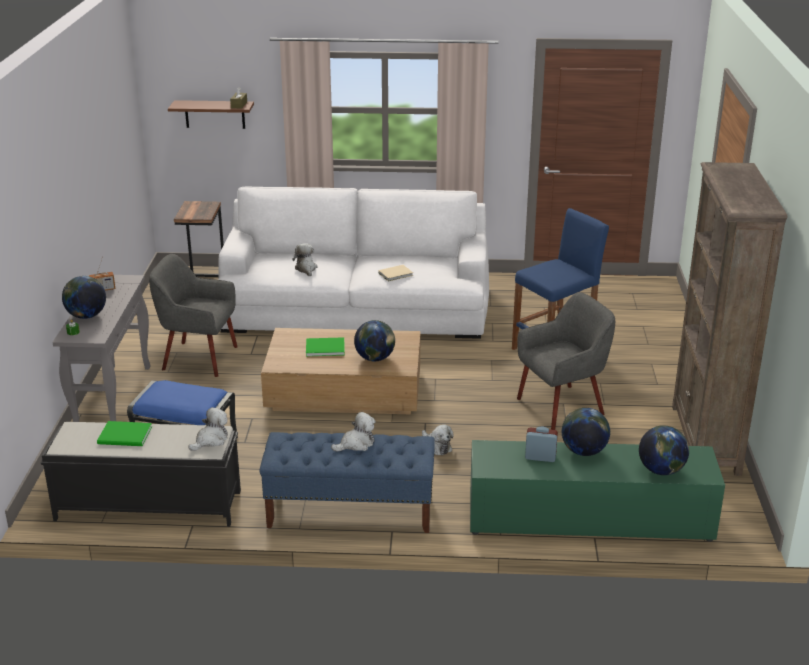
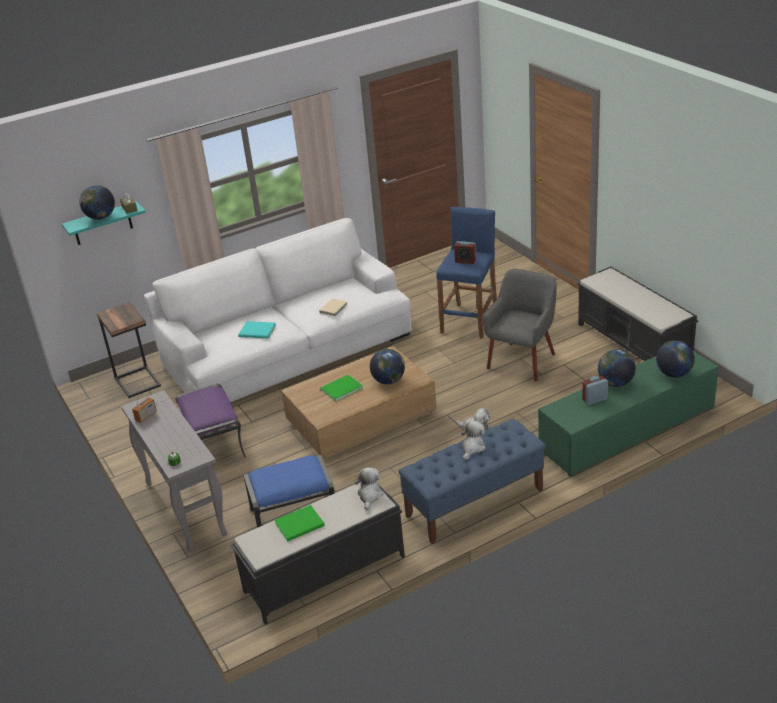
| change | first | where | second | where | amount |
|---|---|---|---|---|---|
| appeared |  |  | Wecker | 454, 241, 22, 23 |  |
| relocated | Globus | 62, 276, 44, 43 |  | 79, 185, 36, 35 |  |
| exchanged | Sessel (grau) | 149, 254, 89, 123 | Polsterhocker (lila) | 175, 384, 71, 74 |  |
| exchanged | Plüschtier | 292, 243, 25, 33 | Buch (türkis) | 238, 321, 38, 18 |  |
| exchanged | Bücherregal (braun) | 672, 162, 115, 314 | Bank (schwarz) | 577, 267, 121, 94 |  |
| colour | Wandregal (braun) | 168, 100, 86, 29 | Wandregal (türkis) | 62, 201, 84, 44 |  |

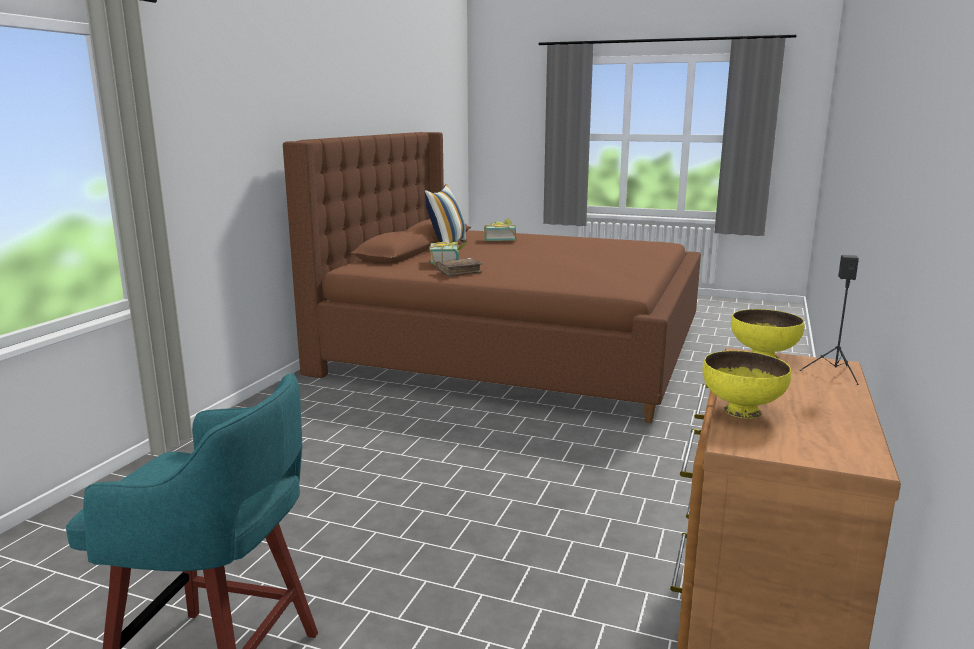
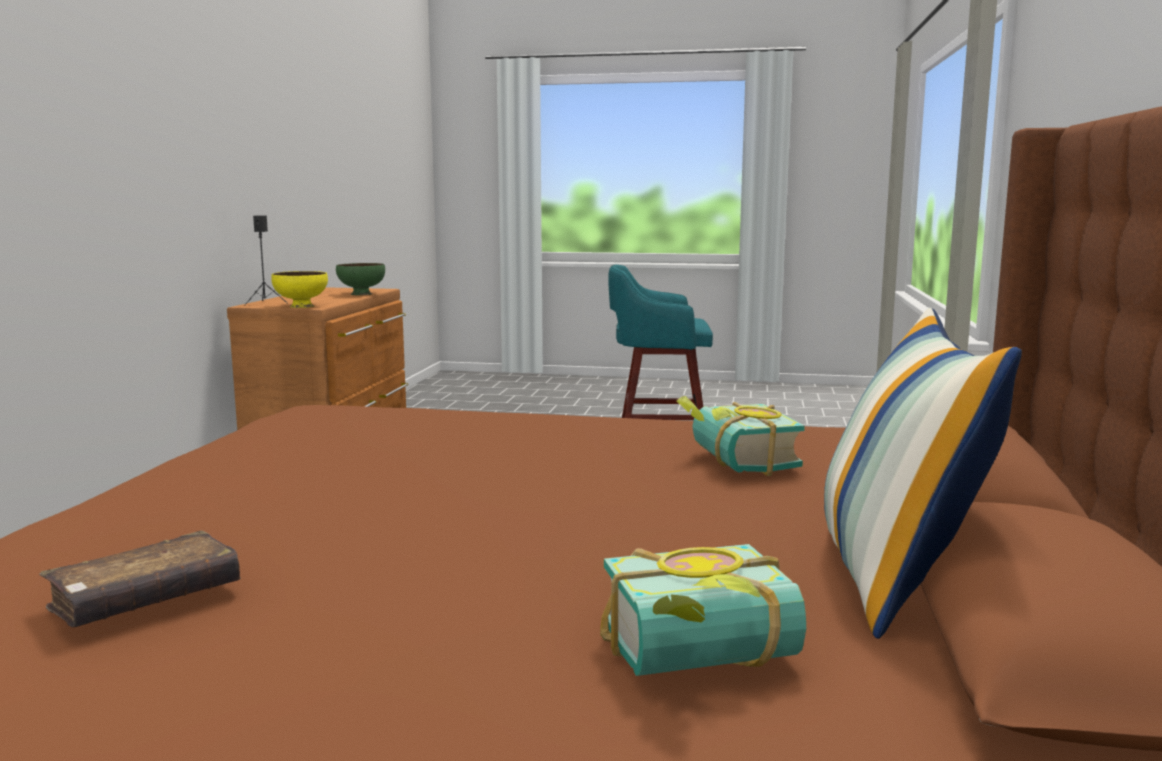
| change | first | where | second | where | amount |
|---|---|---|---|---|---|
| relocated | Buch (braun) | 436, 258, 46, 19 |  | 40, 531, 200, 96 |  |
| colour | Schüssel (gelb) | 703, 351, 88, 68 | Schüssel (grün) | 336, 263, 49, 32 |  |

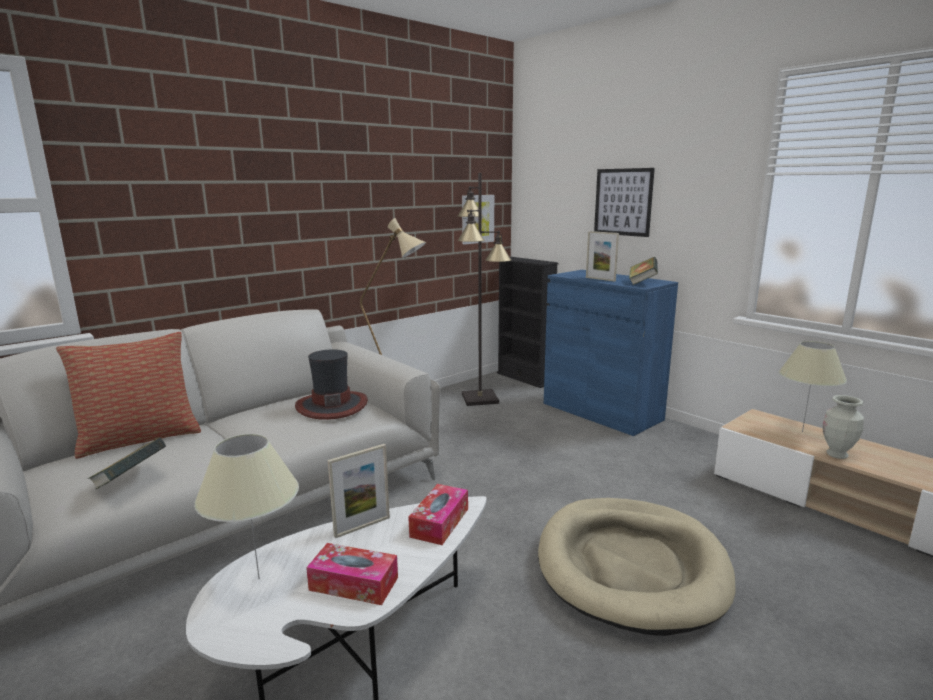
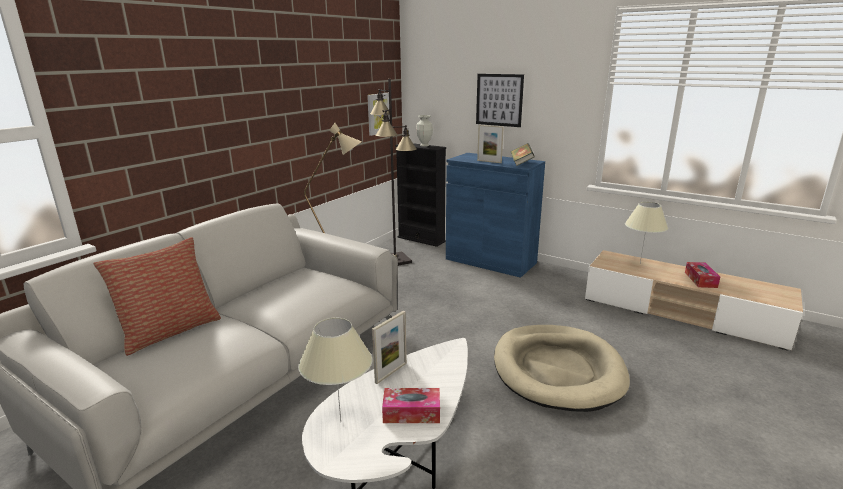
| change | first | where | second | where | amount |
|---|---|---|---|---|---|
| missing | Buch | 87, 438, 79, 51 |  |  |  |
| missing | Hut | 295, 349, 73, 71 |  |  |  |
| relocated | Taschentuchbox | 408, 484, 60, 61 |  | 685, 262, 35, 26 |  |
| relocated | Vase | 823, 395, 41, 64 |  | 416, 115, 17, 32 |  |

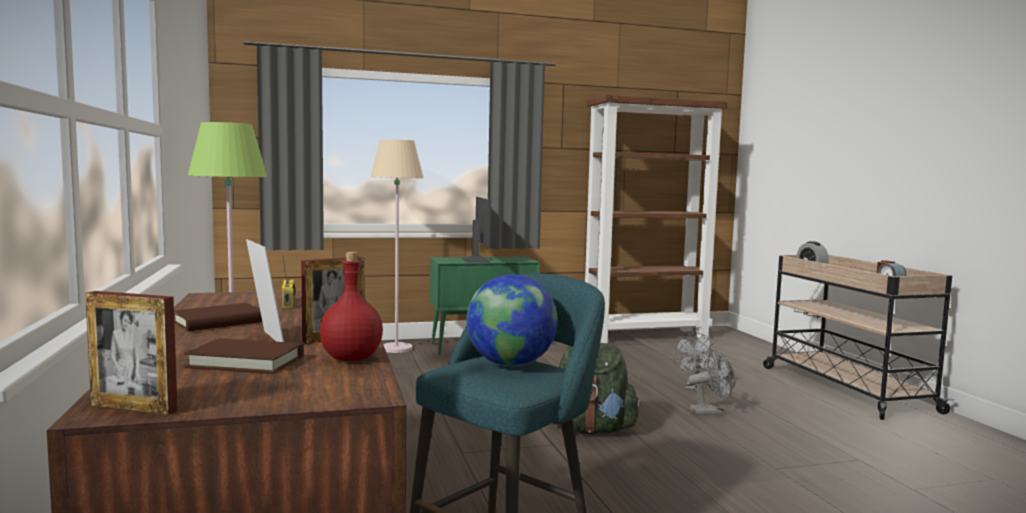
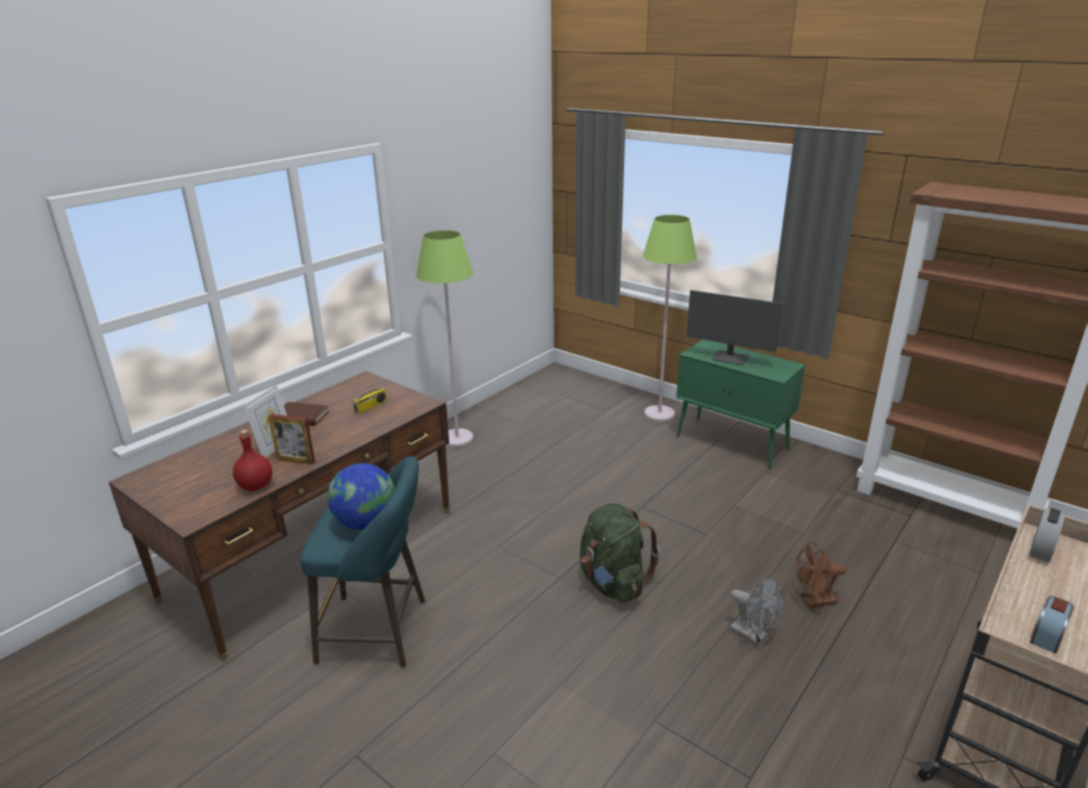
| change | first | where | second | where | amount |
|---|---|---|---|---|---|
| missing | Bilderrahmen | 85, 291, 93, 124 |  |  |  |
| missing | Buch (braun) | 184, 338, 120, 36 |  |  |  |
| colour | Stehlampe (beige) | 371, 139, 52, 214 | Stehlampe (grün) | 643, 215, 54, 207 |  |
| colour | Ventilator (grau) | 673, 333, 45, 57 | Ventilator (braun) | 795, 542, 51, 66 |  |
| spun | Monitor | 462, 197, 29, 65 |  | 687, 290, 96, 76 | 75 degrees clockwise |

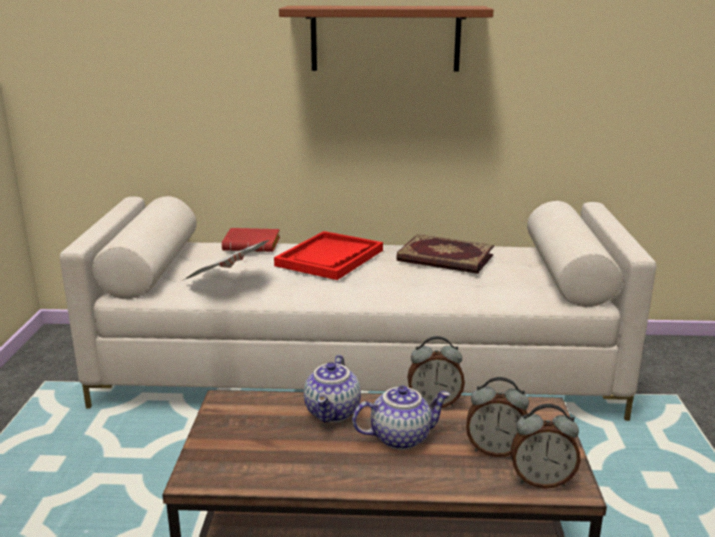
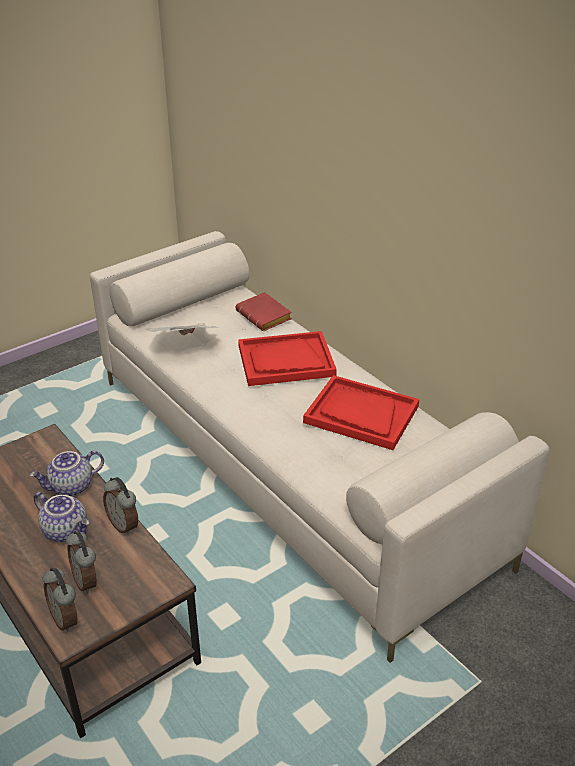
| change | first | where | second | where | amount |
|---|---|---|---|---|---|
| missing | Wandregal (braun) | 279, 6, 215, 65 |  |  |  |
| exchanged | Buch | 396, 234, 98, 40 | Tablett (rot) | 303, 375, 116, 75 |  |

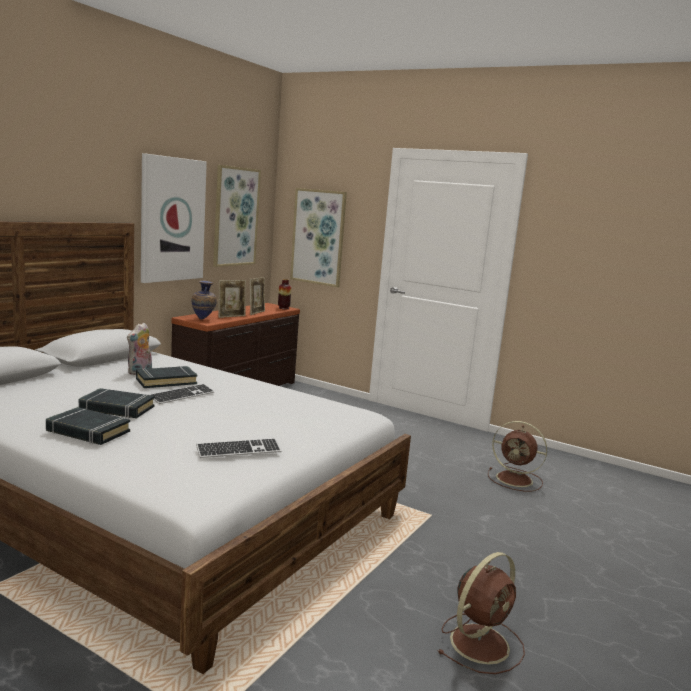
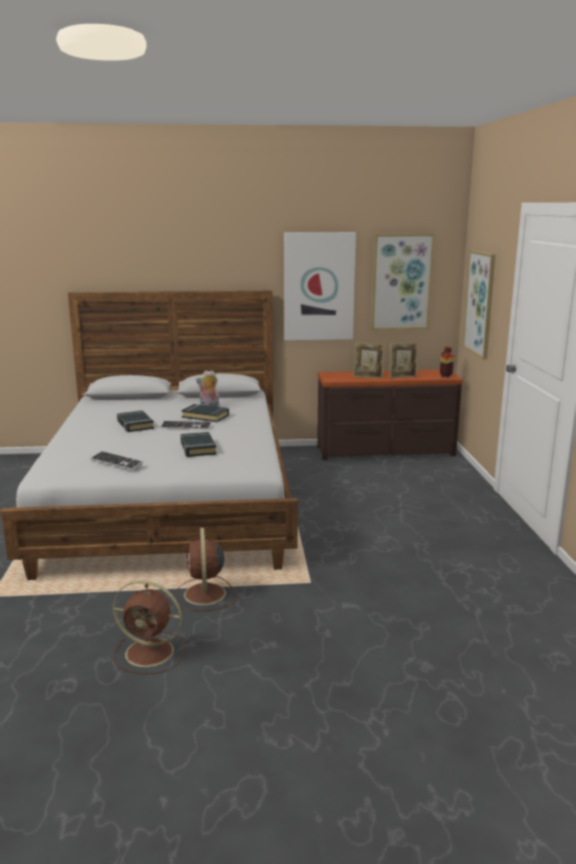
| change | first | where | second | where | amount |
|---|---|---|---|---|---|
| missing | Vase | 192, 281, 25, 38 |  |  |  |
| relocated | Buch (schwarz) | 46, 407, 84, 38 |  | 180, 432, 36, 25 |  |
| relocated | Ventilator (braun) | 488, 421, 59, 71 |  | 175, 528, 61, 83 |  |

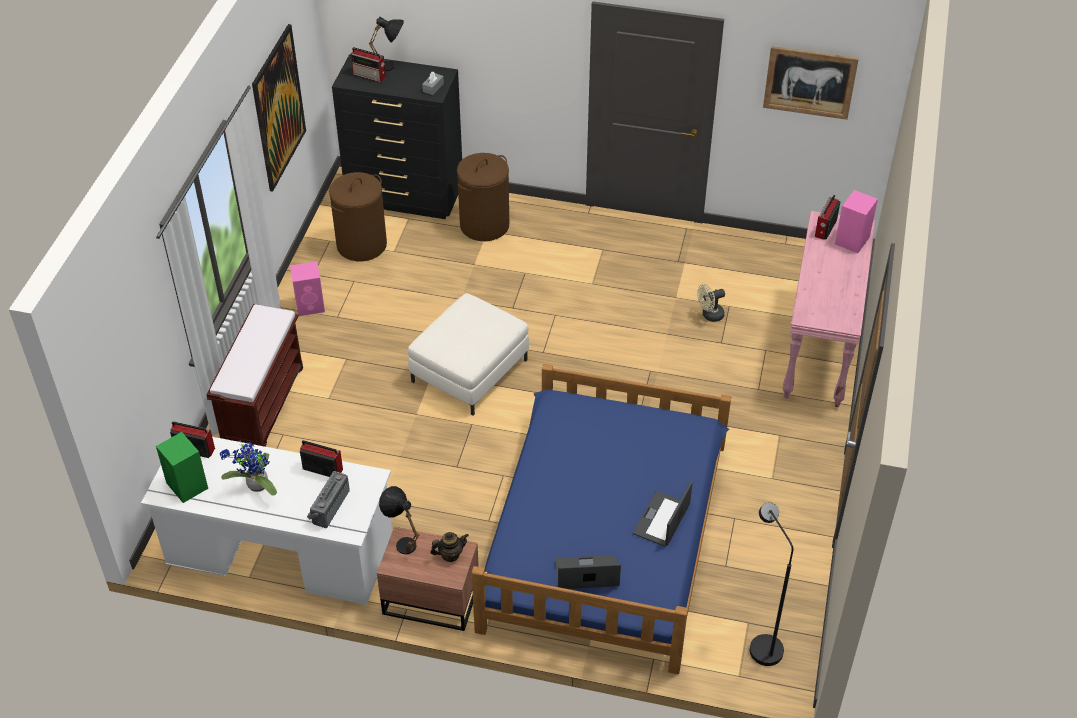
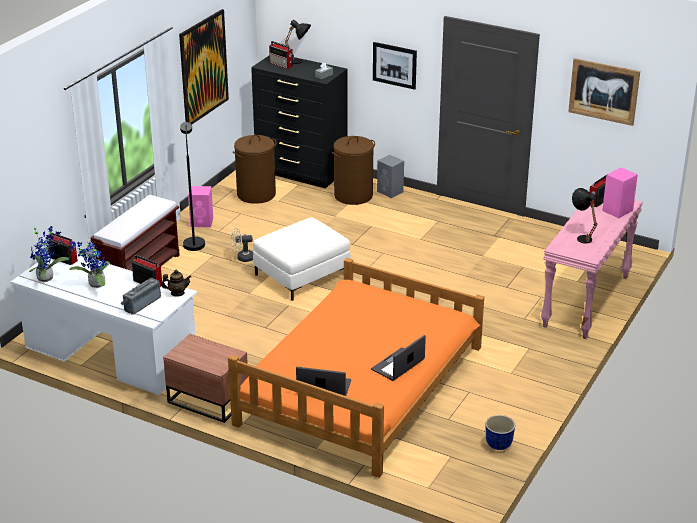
| change | first | where | second | where | amount |
|---|---|---|---|---|---|
| appeared |  |  | Bild | 373, 42, 44, 48 |  |
| appeared |  |  | Lautsprecher (grau) | 377, 155, 27, 43 |  |
| appeared |  |  | Pflanzkübel | 485, 415, 30, 35 |  |
| relocated | Tischlampe (schwarz) | 379, 486, 40, 68 |  | 572, 188, 26, 56 |  |
| relocated | Teekanne | 430, 532, 39, 30 |  | 161, 270, 30, 27 |  |
| relocated | Ventilator (beige) | 697, 284, 28, 38 |  | 231, 228, 22, 34 |  |
| relocated | Stehlampe (schwarz) | 750, 503, 43, 163 |  | 180, 122, 25, 129 |  |
| exchanged | Lautsprecher (grün) | 156, 432, 52, 71 | Topfpflanze | 29, 226, 40, 56 |  |
| colour | Bett (blau) | 472, 364, 259, 310 | Bett (orange) | 228, 258, 256, 220 |  |

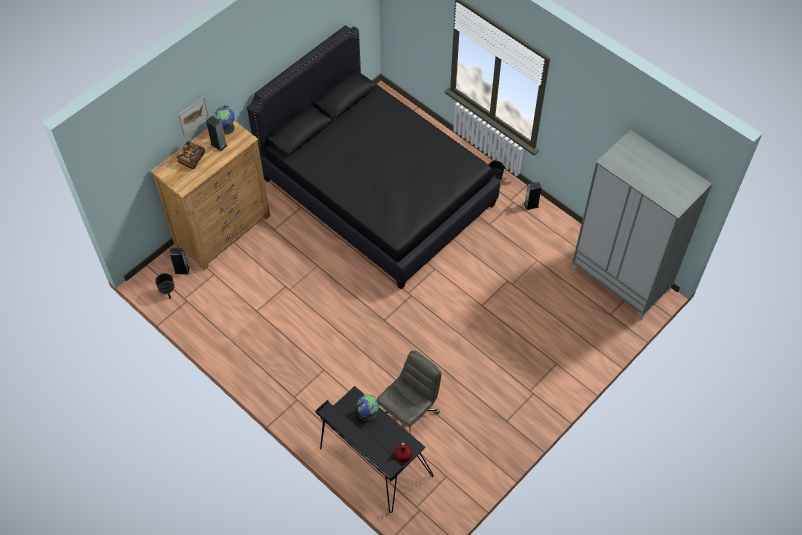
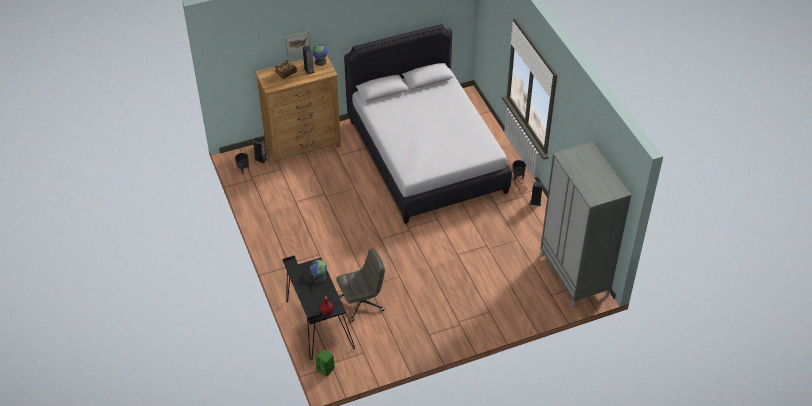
| change | first | where | second | where | amount |
|---|---|---|---|---|---|
| appeared |  |  | Lautsprecher (grün) | 316, 349, 19, 27 |  |
| colour | Bett (schwarz) | 247, 25, 253, 264 | Bett (weiß) | 344, 24, 168, 200 |  |

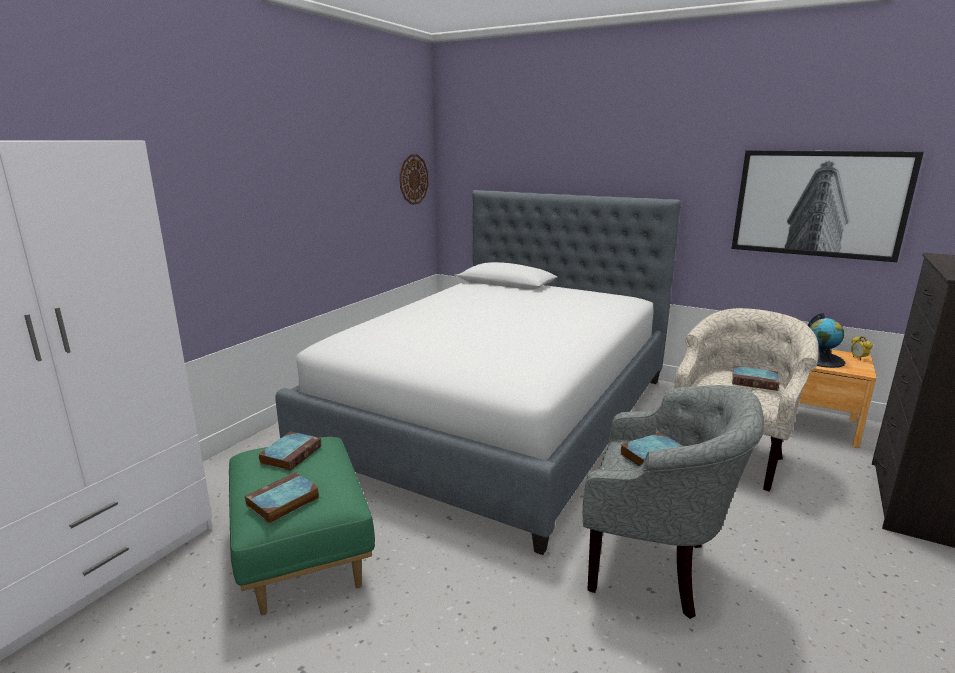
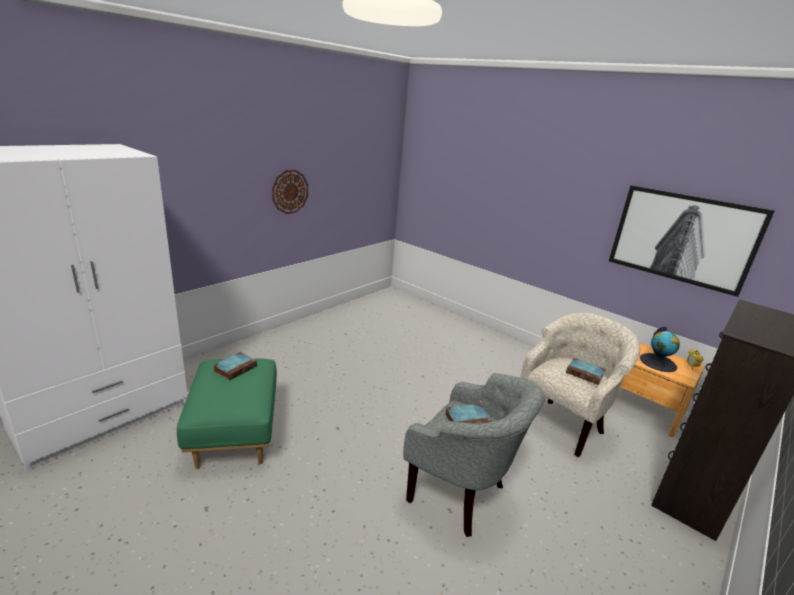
| change | first | where | second | where | amount |
|---|---|---|---|---|---|
| missing | Buch | 245, 472, 75, 52 |  |  |  |
| missing | Bett | 275, 190, 406, 365 |  |  |  |
| relocated | Wanduhr | 400, 154, 28, 51 |  | 272, 170, 36, 44 |  |

